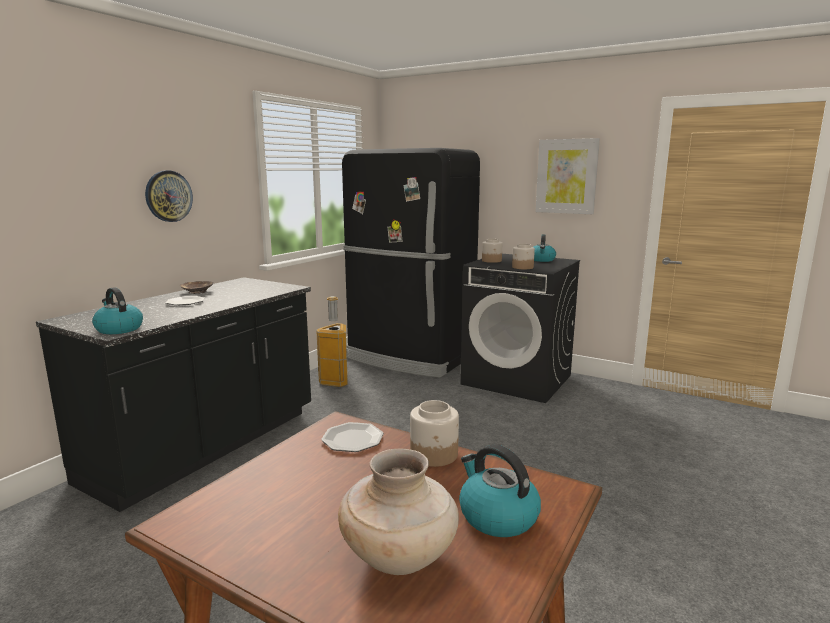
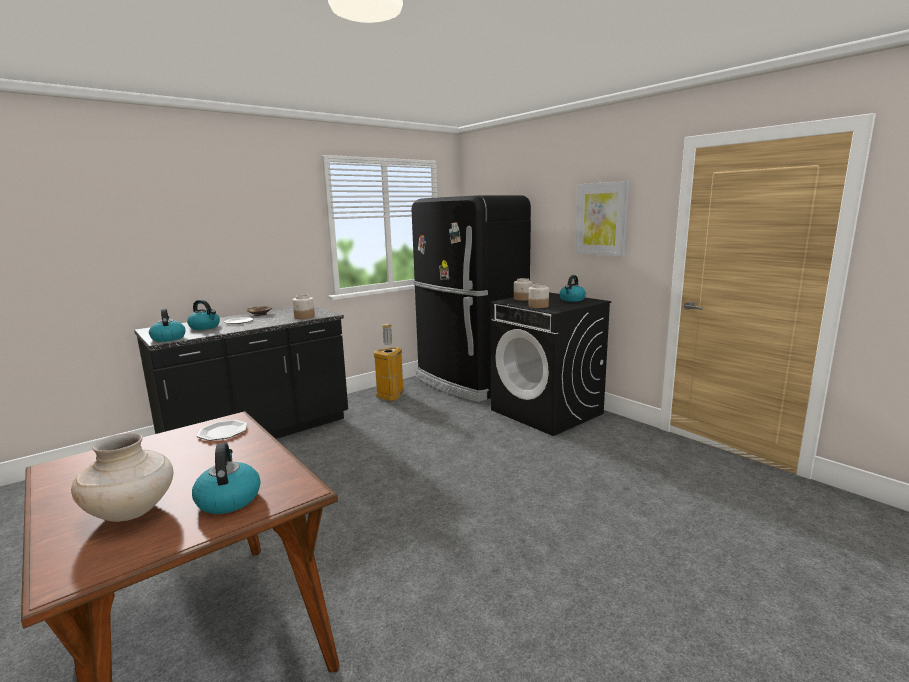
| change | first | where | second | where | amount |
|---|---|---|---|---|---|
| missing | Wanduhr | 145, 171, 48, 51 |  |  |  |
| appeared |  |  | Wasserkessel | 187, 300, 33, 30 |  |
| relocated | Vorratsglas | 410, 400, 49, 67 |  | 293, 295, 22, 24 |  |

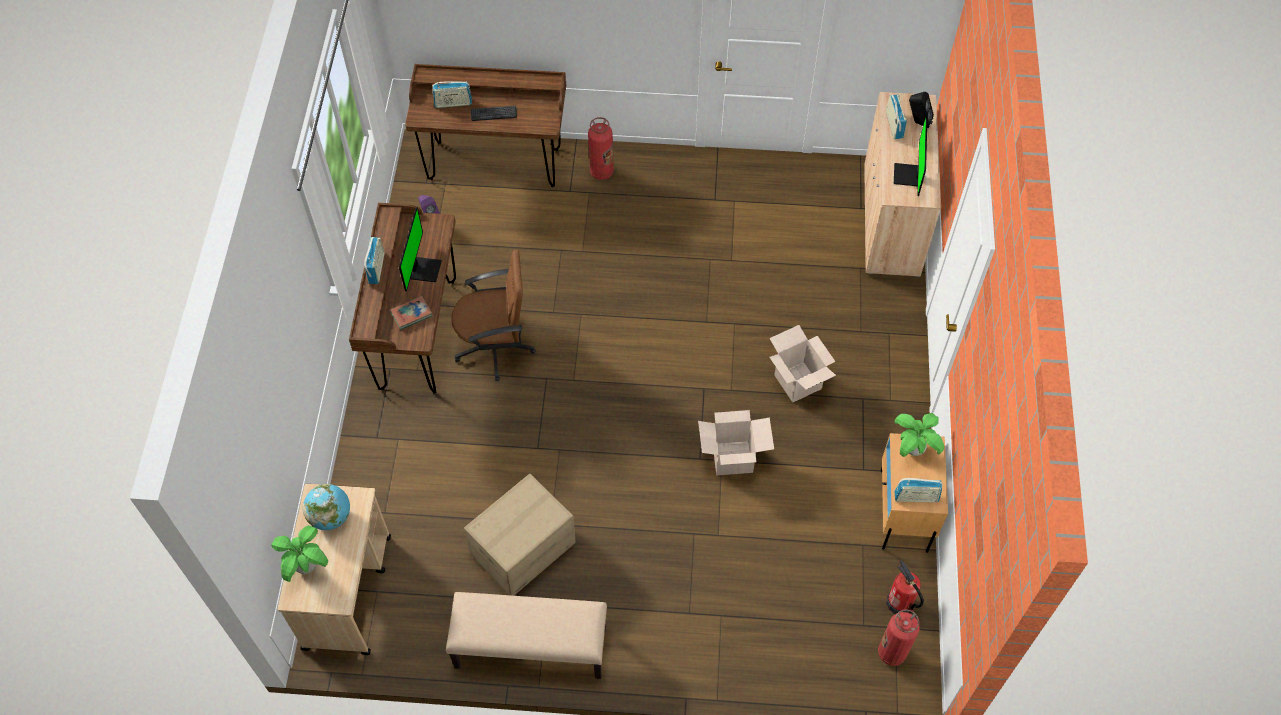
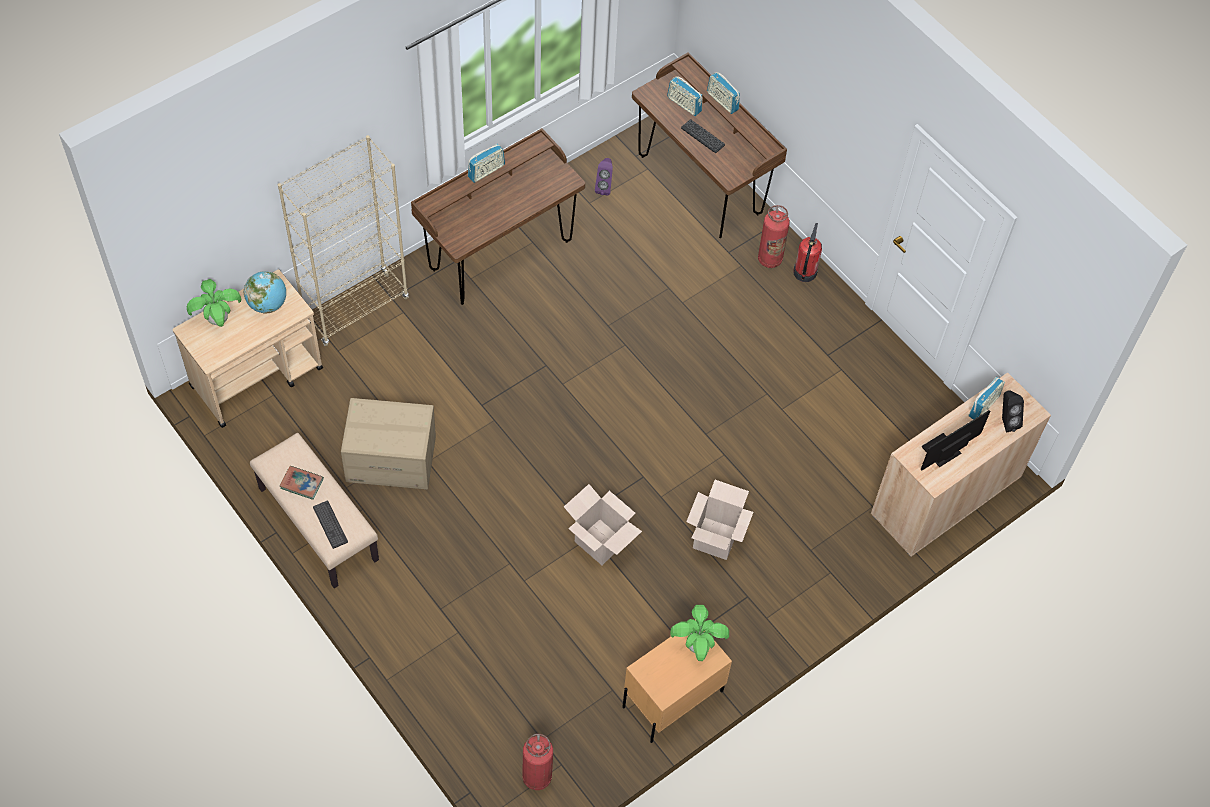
| change | first | where | second | where | amount |
|---|---|---|---|---|---|
| missing | Monitor | 399, 207, 43, 84 |  |  |  |
| missing | Bürostuhl (braun) | 451, 250, 85, 131 |  |  |  |
| appeared |  |  | Bücherregal (beige) | 278, 135, 131, 211 |  |
| appeared |  |  | Tastatur | 313, 500, 35, 49 |  |
| relocated | Buch | 390, 296, 43, 34 |  | 279, 466, 45, 34 |  |
| relocated | Feuerlöscher | 886, 561, 38, 53 |  | 793, 223, 29, 59 |  |
| relocated | Radio | 894, 478, 49, 24 |  | 707, 72, 33, 42 |  |

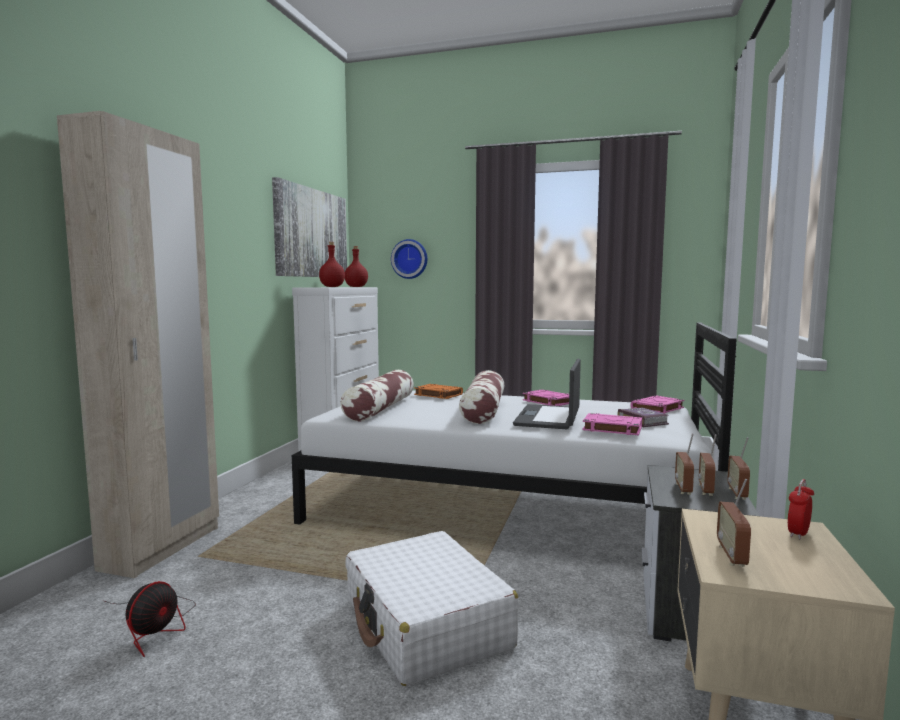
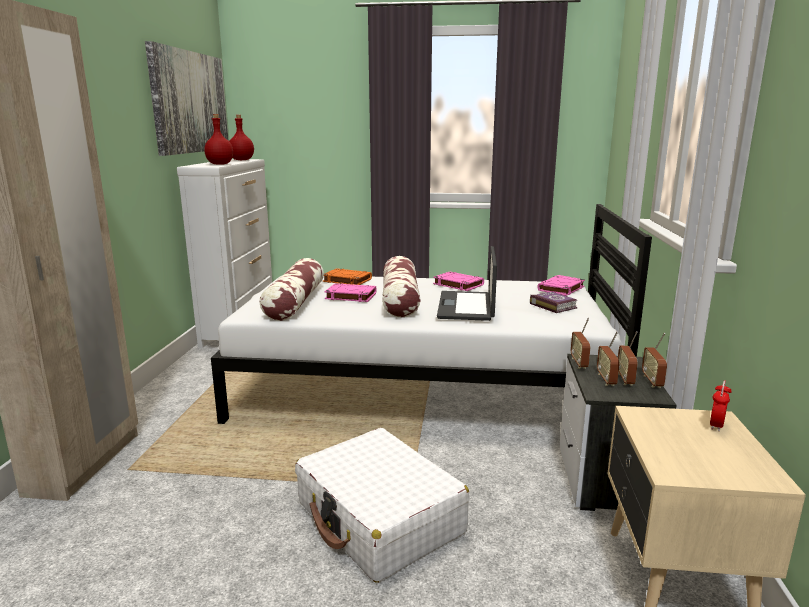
| change | first | where | second | where | amount |
|---|---|---|---|---|---|
| missing | Ventilator | 104, 581, 92, 76 |  |  |  |
| missing | Wanduhr | 391, 239, 36, 40 |  |  |  |
| relocated | Buch (rosa) | 582, 413, 60, 22 |  | 325, 283, 52, 19 |  |
| relocated | Radio | 717, 479, 34, 88 |  | 571, 318, 19, 51 |  |

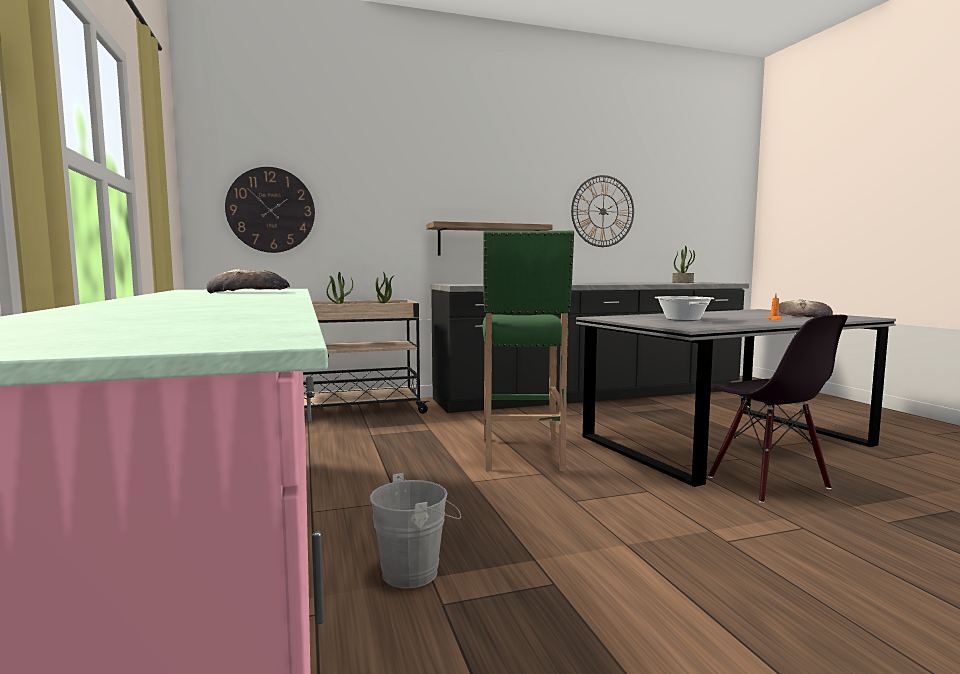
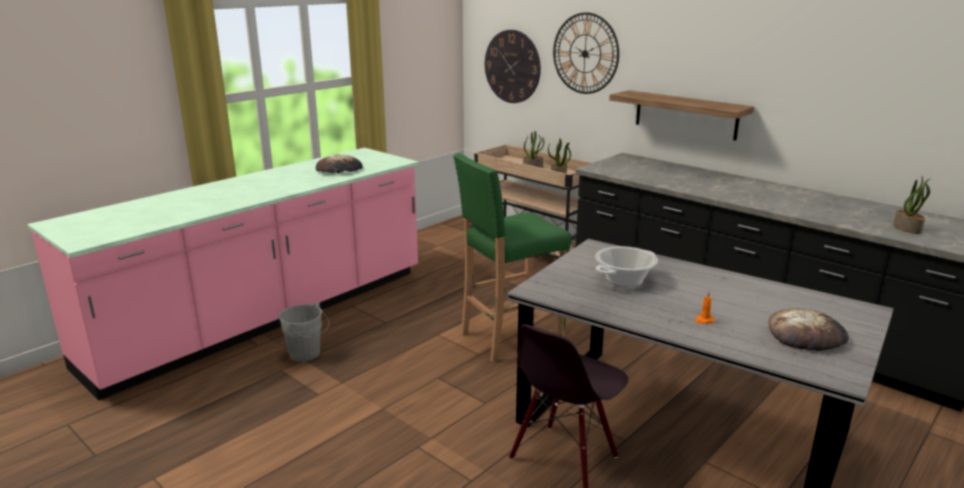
| change | first | where | second | where | amount |
|---|---|---|---|---|---|
| relocated | Wanduhr | 571, 175, 63, 72 |  | 553, 12, 66, 82 |  |

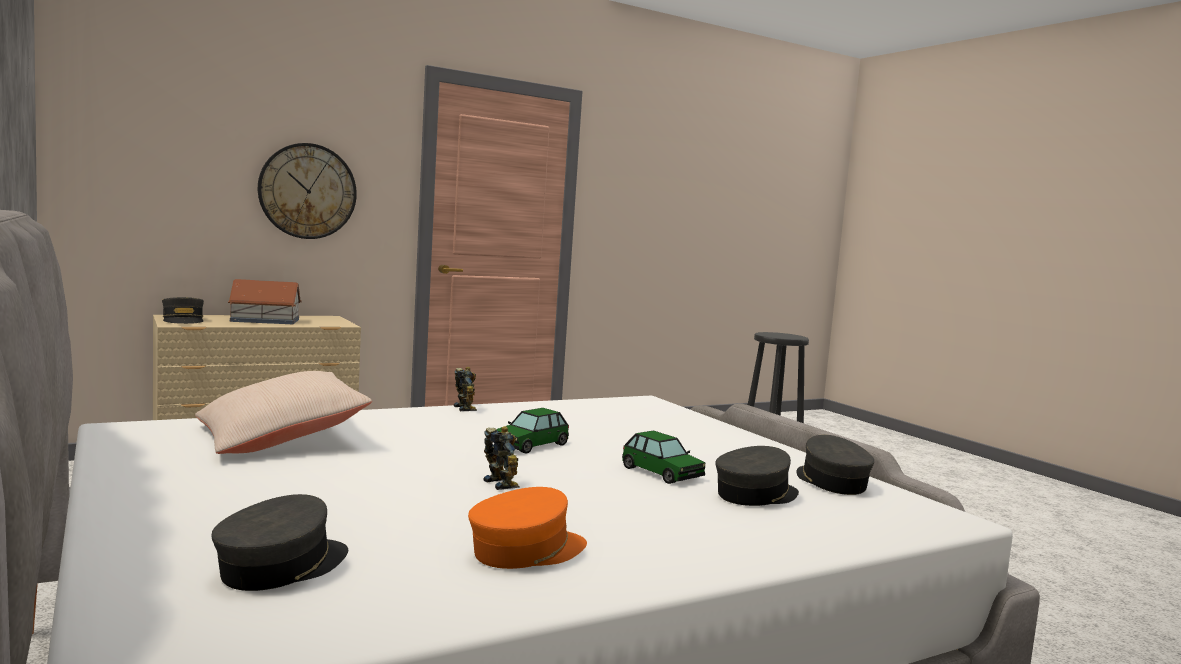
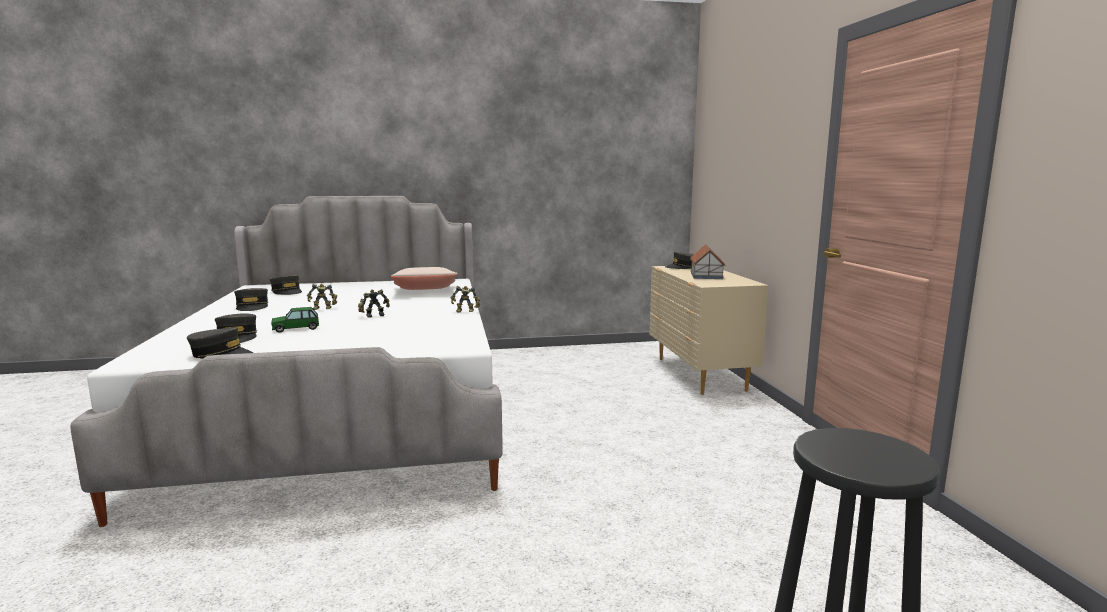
| change | first | where | second | where | amount |
|---|---|---|---|---|---|
| missing | Wanduhr | 258, 143, 99, 96 |  |  |  |
| exchanged | Spielzeugauto | 496, 408, 73, 46 | Spielzeugroboter | 358, 289, 32, 29 |  |
| colour | Kappe (orange) | 468, 487, 119, 82 | Kappe (grau) | 234, 288, 34, 23 |  |

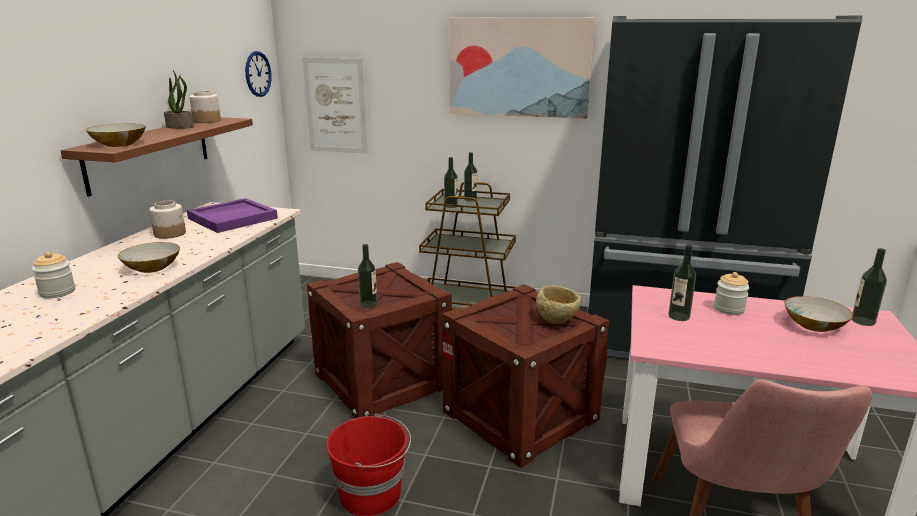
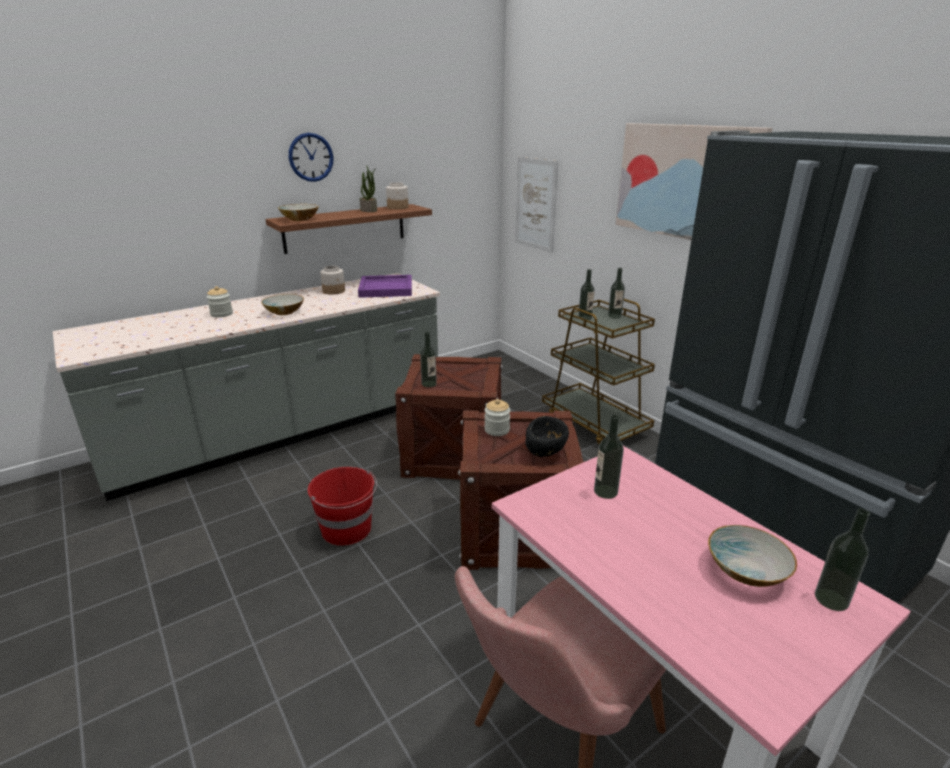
| change | first | where | second | where | amount |
|---|---|---|---|---|---|
| relocated | Wanduhr | 245, 51, 27, 46 |  | 289, 133, 45, 49 |  |
| relocated | Vorratsglas | 714, 272, 36, 43 |  | 484, 399, 27, 37 |  |
| colour | Schüssel (beige) | 536, 285, 45, 39 | Schüssel (schwarz) | 526, 416, 43, 41 |  |

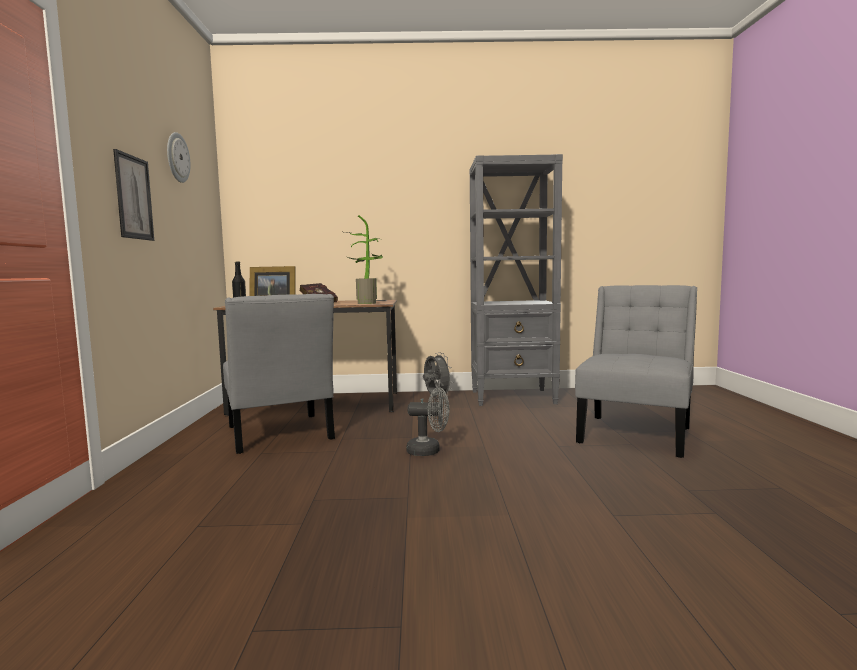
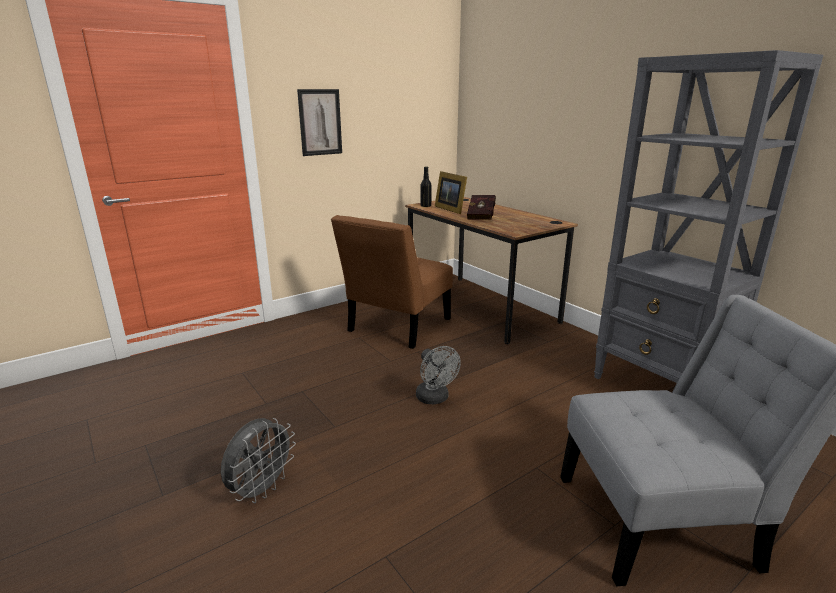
| change | first | where | second | where | amount |
|---|---|---|---|---|---|
| missing | Wanduhr | 167, 132, 23, 51 |  |  |  |
| missing | Topfpflanze | 344, 215, 39, 89 |  |  |  |
| relocated | Ventilator (grau) | 423, 352, 30, 45 |  | 221, 418, 75, 85 |  |
| colour | Stuhl (grau) | 223, 294, 112, 160 | Stuhl (braun) | 331, 215, 122, 134 |  |

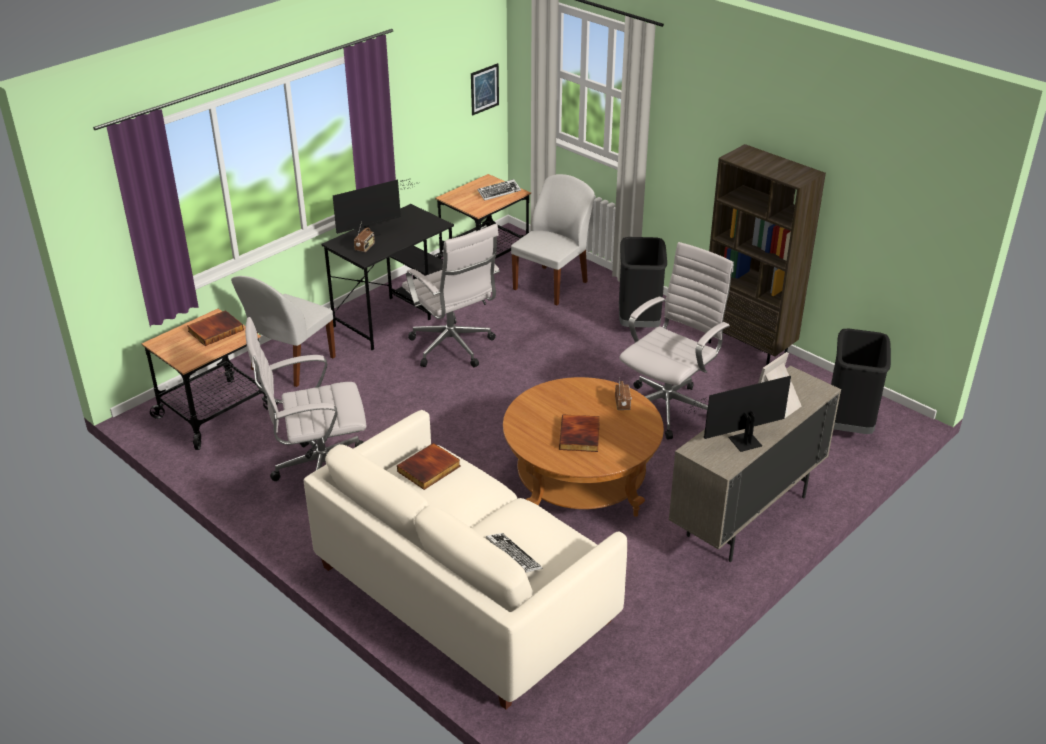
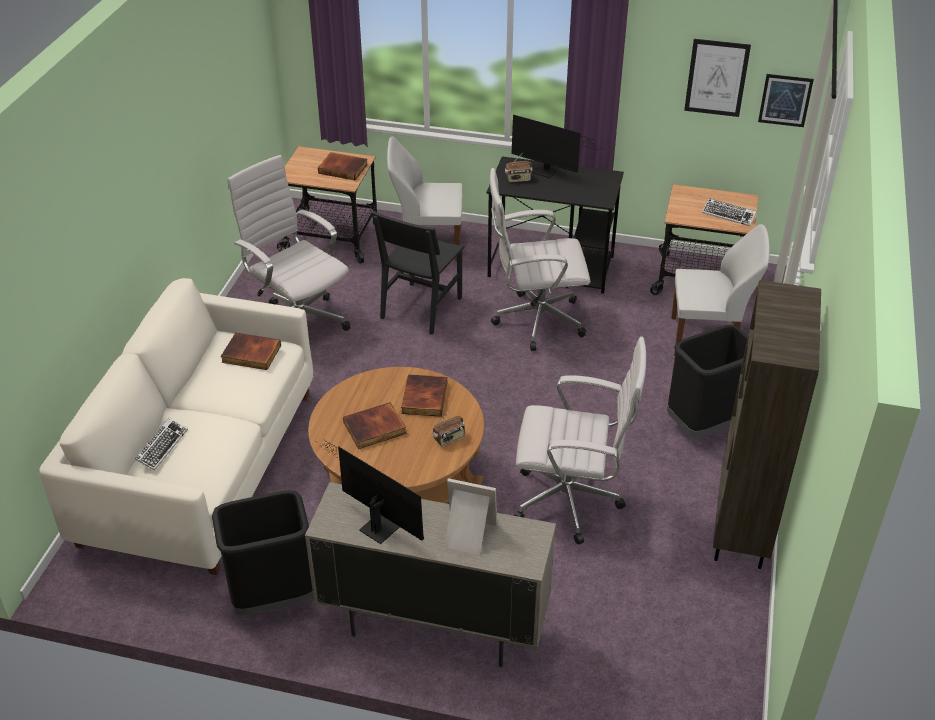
| change | first | where | second | where | amount |
|---|---|---|---|---|---|
| appeared |  |  | Stuhl (schwarz) | 371, 211, 94, 124 |  |
| appeared |  |  | Buch | 401, 374, 46, 43 |  |
| appeared |  |  | Bild | 684, 39, 67, 78 |  |
| relocated | Mülleimer (schwarz) | 831, 328, 60, 106 |  | 212, 490, 102, 126 |  |
| spun | Bürostuhl (weiß) | 402, 224, 98, 143 |  | 490, 168, 100, 183 | 60 degrees clockwise |

